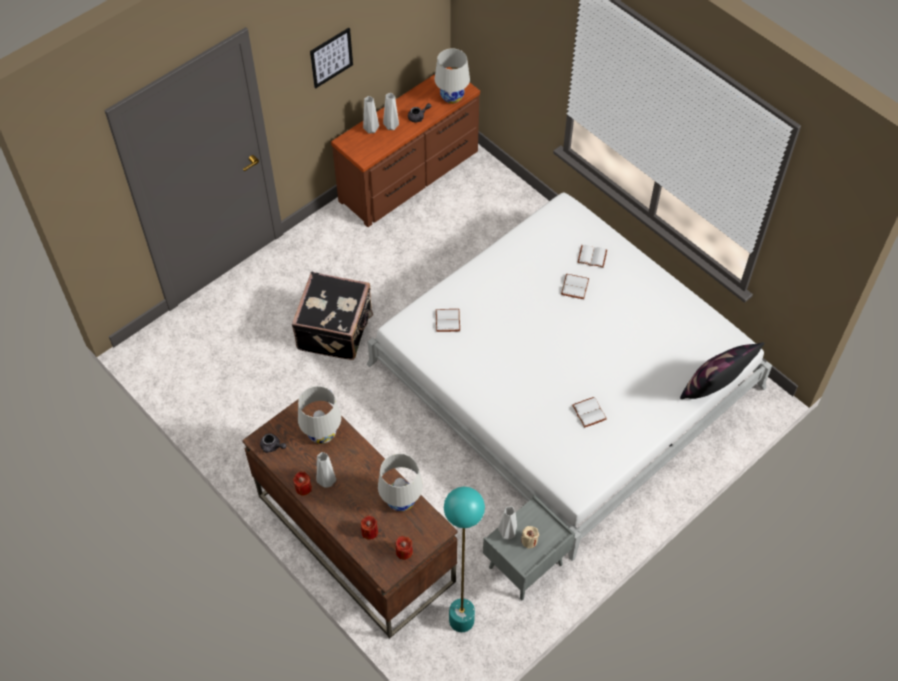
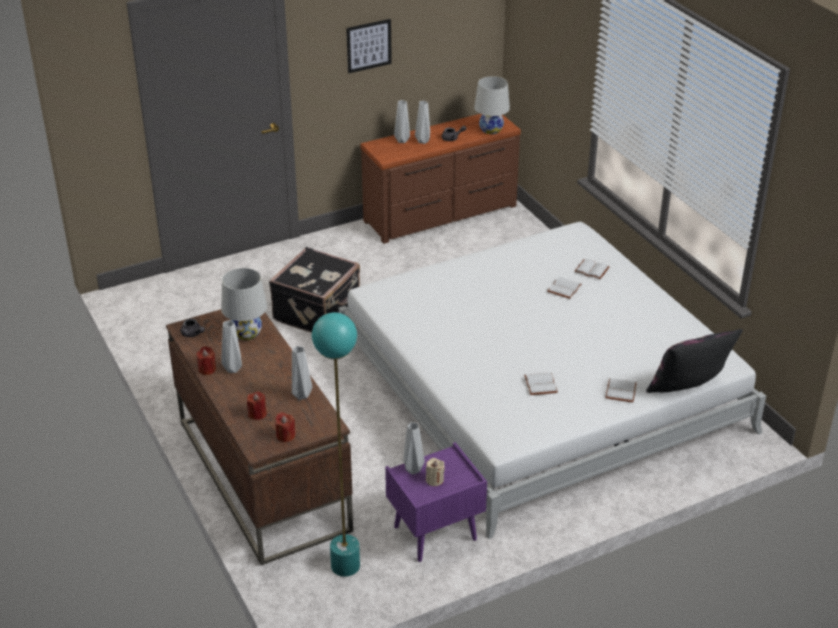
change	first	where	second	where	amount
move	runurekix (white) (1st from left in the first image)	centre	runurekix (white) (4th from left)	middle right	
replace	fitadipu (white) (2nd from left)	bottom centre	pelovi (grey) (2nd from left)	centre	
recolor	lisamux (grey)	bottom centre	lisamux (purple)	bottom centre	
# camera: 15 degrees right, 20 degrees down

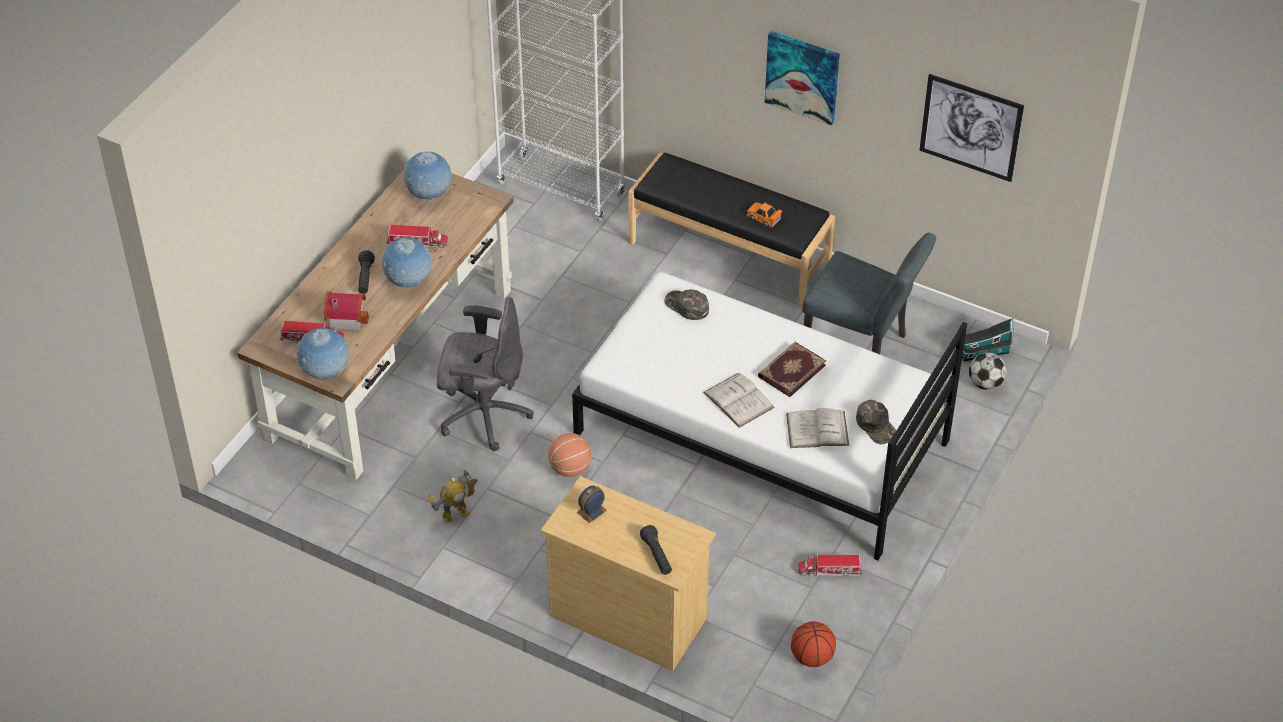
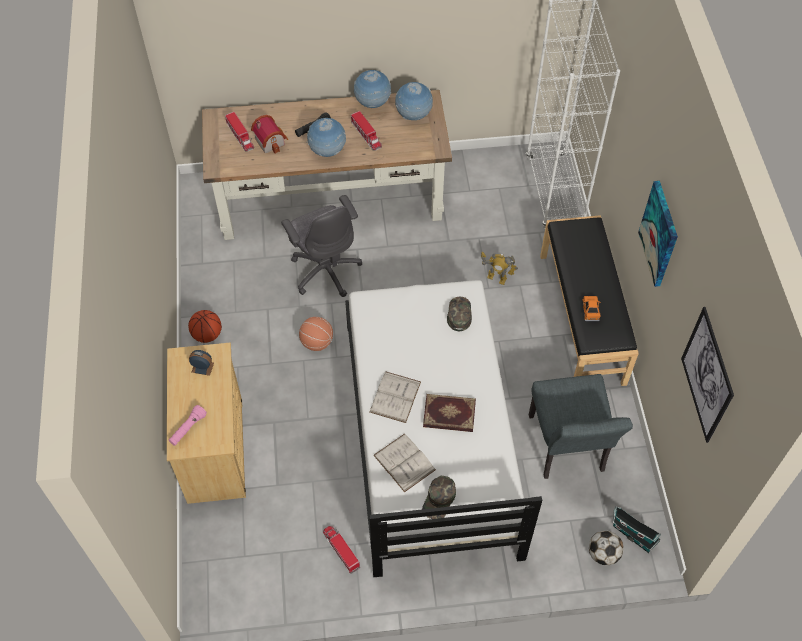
change	first	where	second	where	amount
move	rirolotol (1st from left in the first image)	middle left	rirolotol (2nd from left)	top centre	
move	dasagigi	bottom centre		centre	
move	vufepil (2nd from left in the first image)	bottom centre	vufepil (1st from left)	middle left	
recolor	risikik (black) (2nd from left)	bottom centre	risikik (pink)	middle left	
# camera: 55 degrees right, 10 degrees up

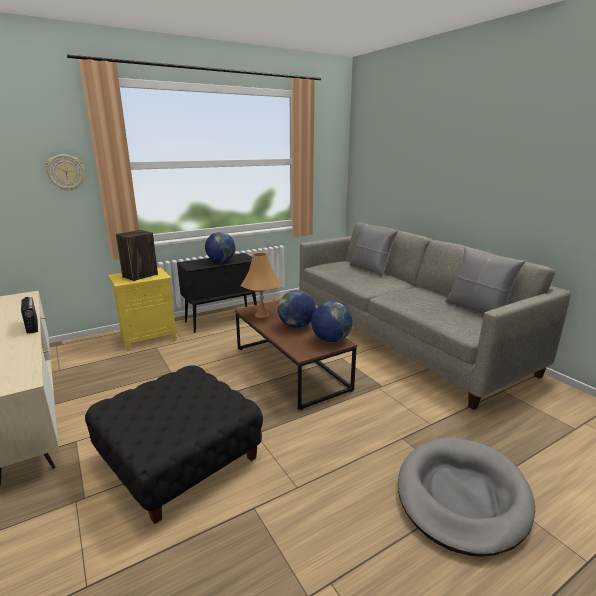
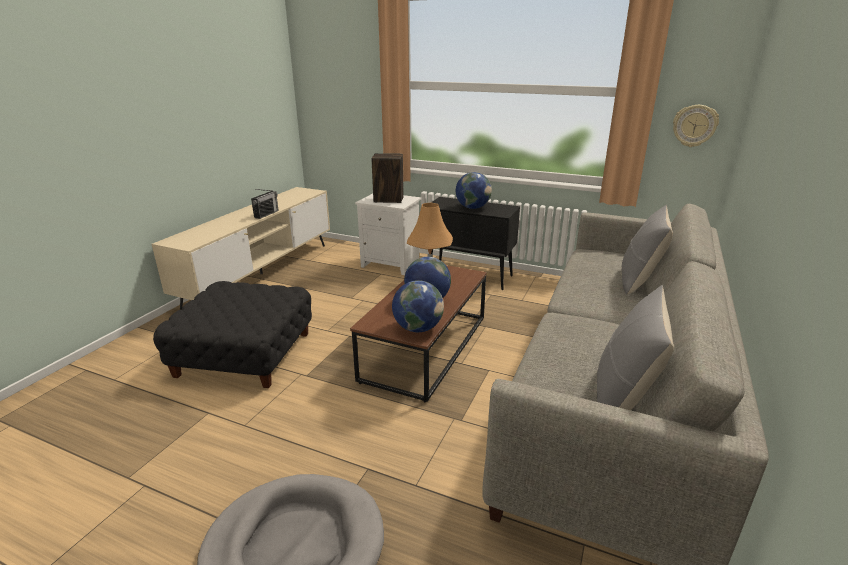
change	first	where	second	where	amount
move	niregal	top left		top right	
recolor	lisamux (yellow)	middle left	lisamux (white)	centre	
# camera: 55 degrees right, 5 degrees up

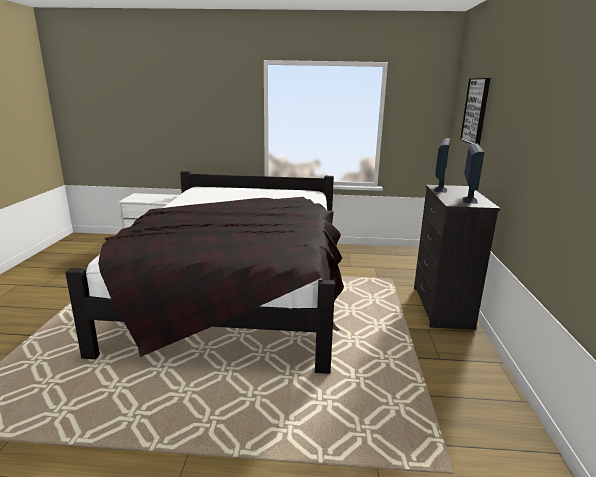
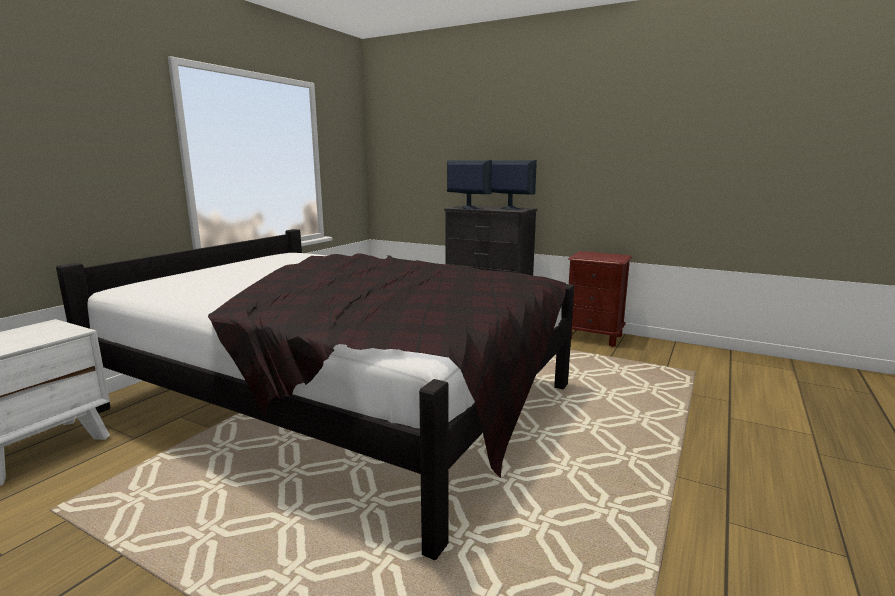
change	first	where	second	where	amount
delete	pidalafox	top right			
insert			lisamux (brown)	middle right	
# camera: 65 degrees left, 5 degrees down

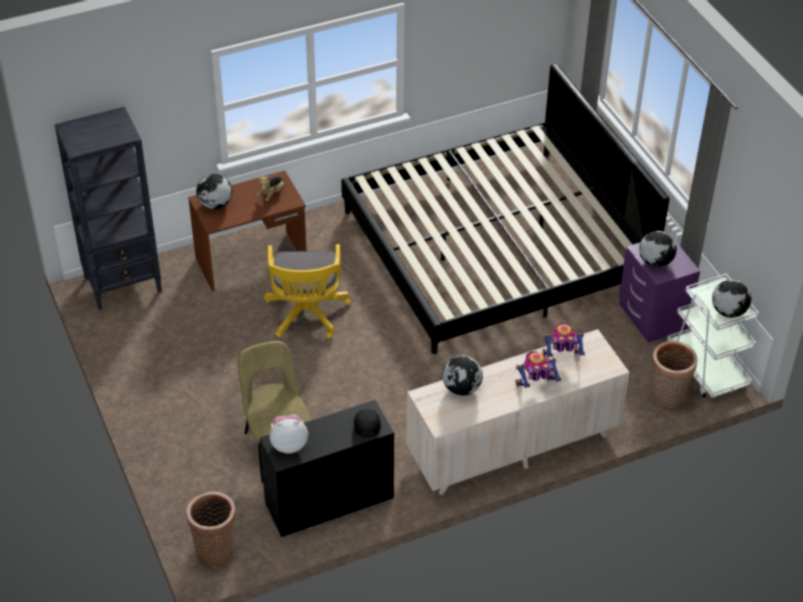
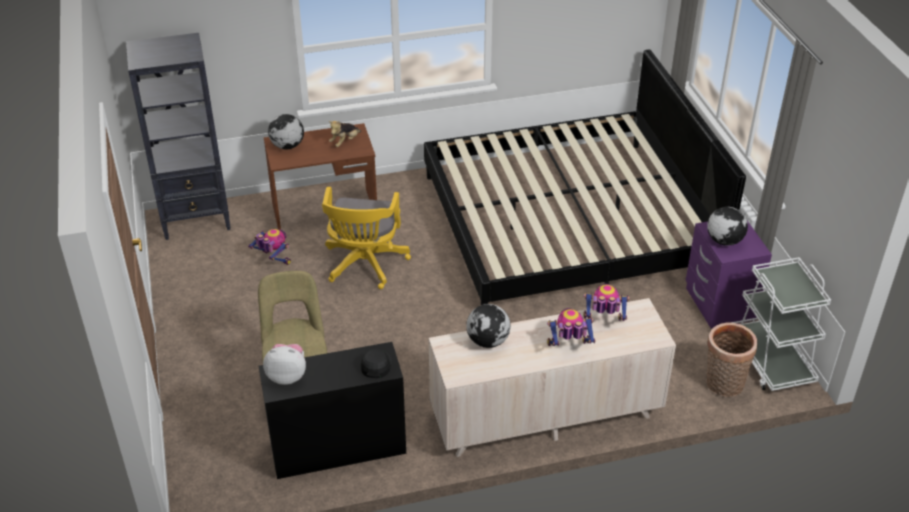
change	first	where	second	where	amount
delete	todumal (1st from left)	bottom left			
delete	rirolotol (4th from left)	middle right			
insert			dasagigi (1st from left)	middle left	
# camera: 10 degrees right, 5 degrees down

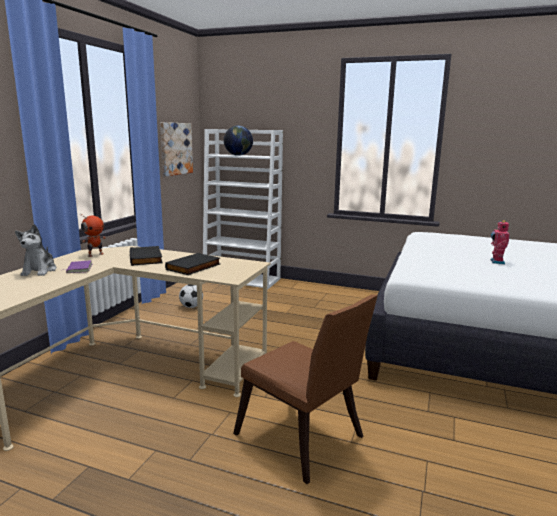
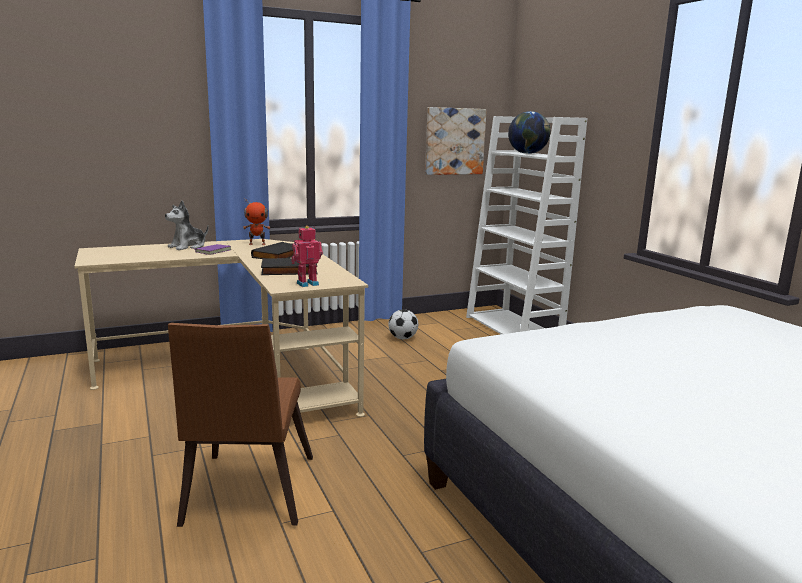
change	first	where	second	where	amount
move	dasagigi (2nd from left)	middle right		centre	
# camera: 45 degrees right, 0 degrees up

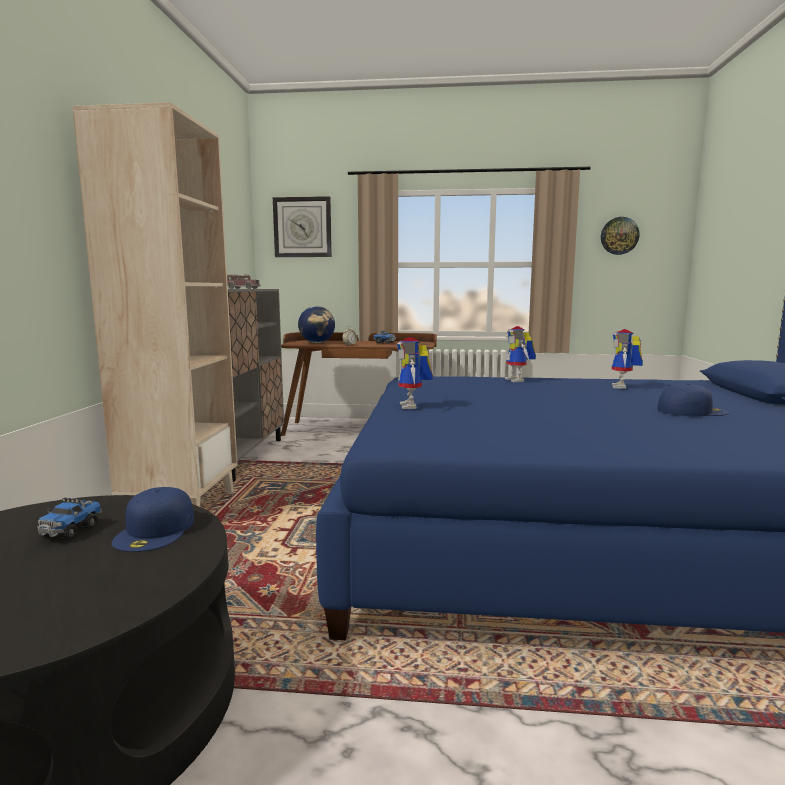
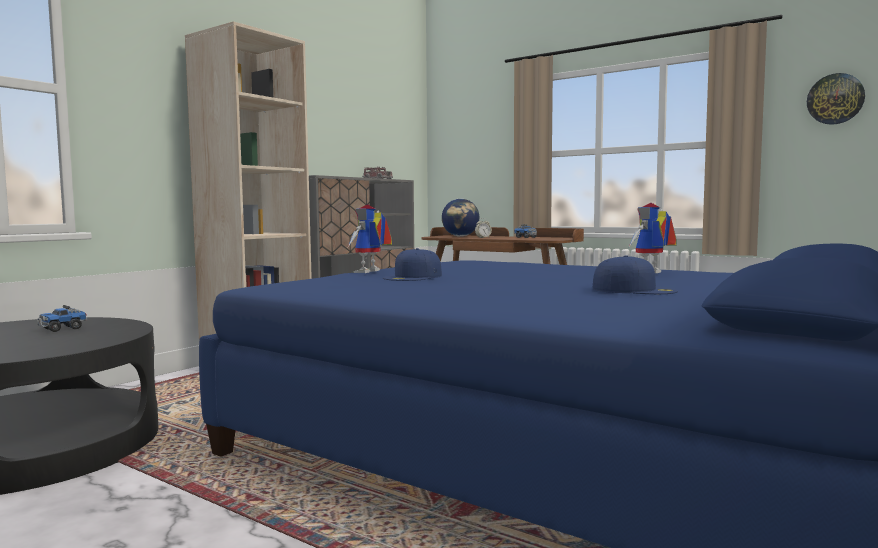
change	first	where	second	where	amount
delete	niregal (1st from left)	top centre			
delete	dasagigi (2nd from left)	centre			
move	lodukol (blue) (1st from left)	middle left		centre	
# camera: 30 degrees right, 5 degrees down

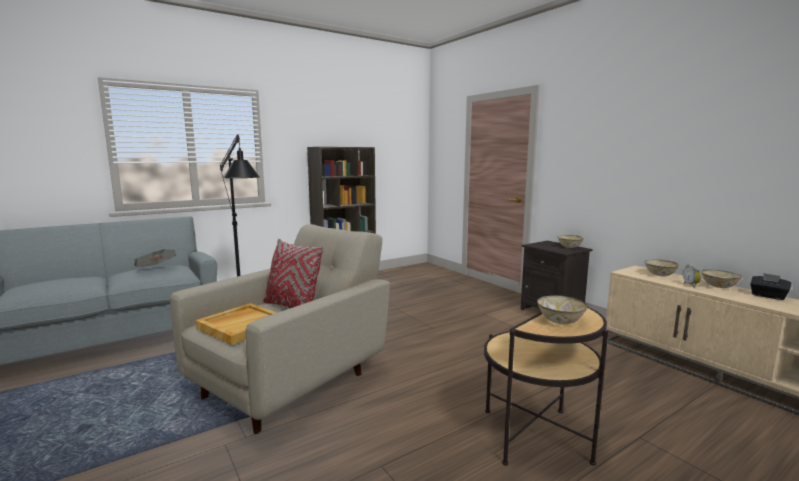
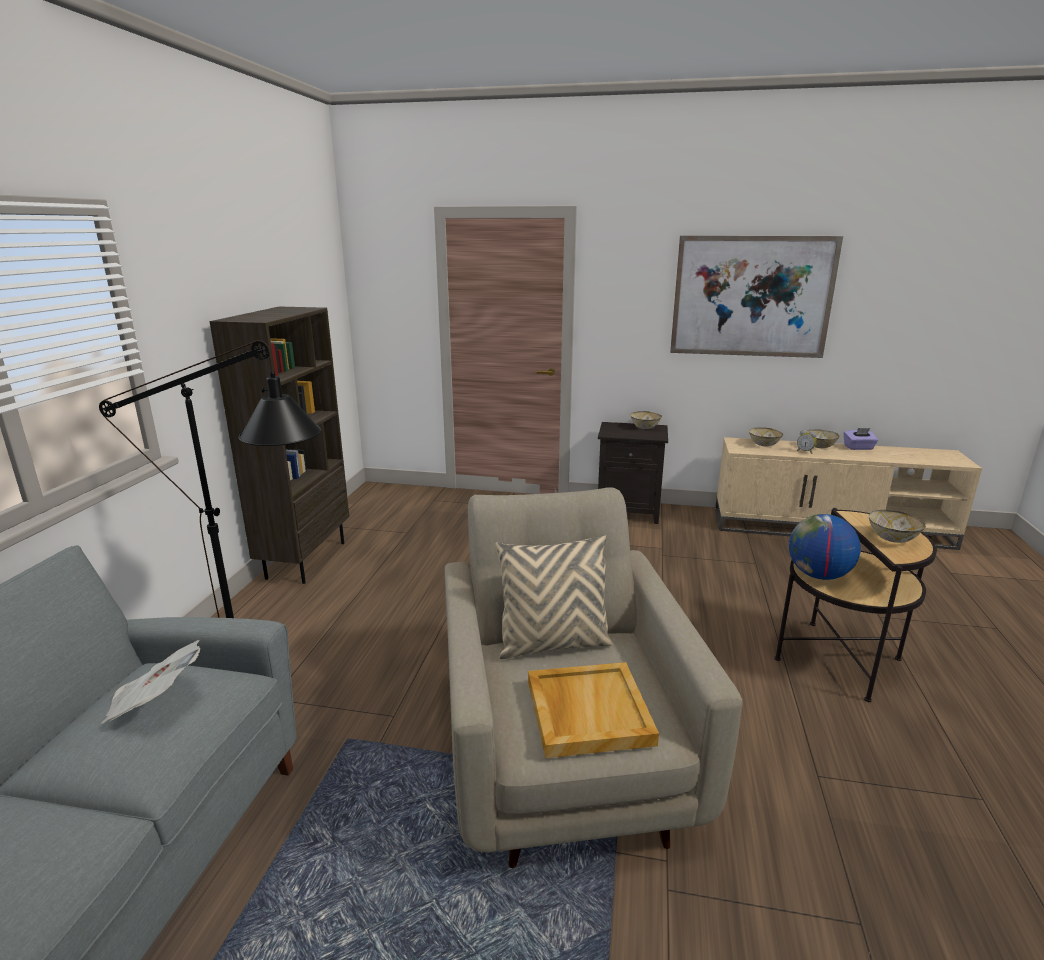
change	first	where	second	where	amount
insert			pidalafox	top right	
insert			rirolotol	middle right	
recolor	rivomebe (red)	centre	rivomebe (beige)	centre	
recolor	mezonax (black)	middle right	mezonax (purple)	middle right	
# camera: 45 degrees left, 10 degrees up

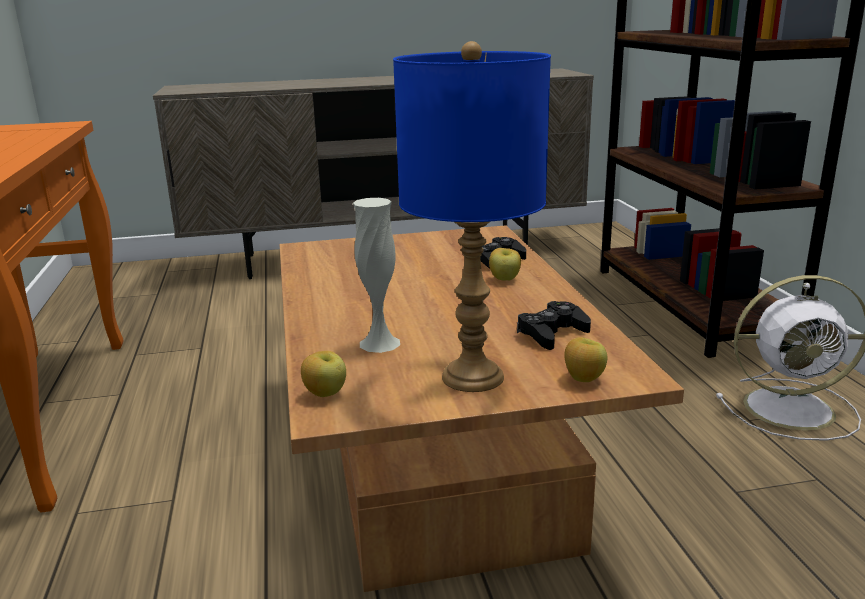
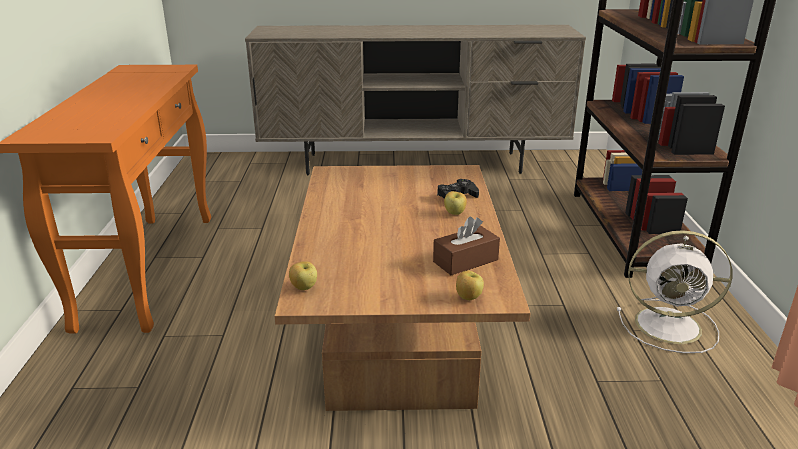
change	first	where	second	where	amount
delete	pelovi (white)	centre			
delete	fitadipu (blue)	centre			
replace	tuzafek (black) (2nd from left)	centre	mezonax (brown)	centre	
# camera: 10 degrees right, 5 degrees up

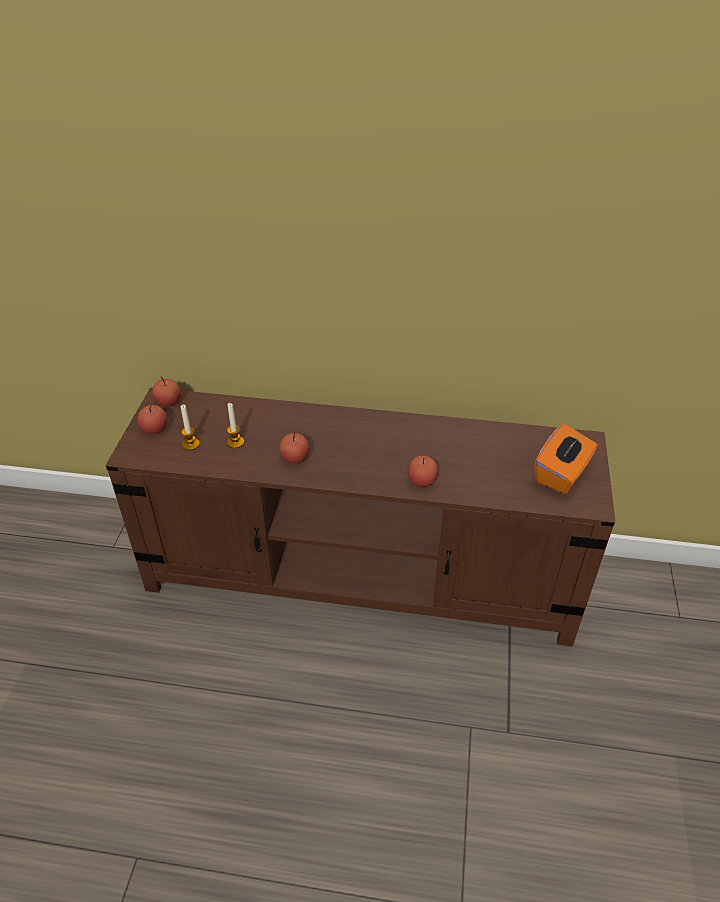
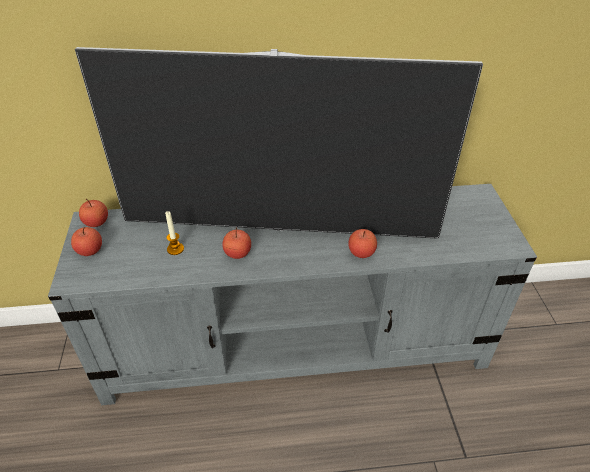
change	first	where	second	where	amount
delete	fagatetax (1st from left)	middle left			
delete	mezonax (orange)	middle right			
insert			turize	top centre	
recolor	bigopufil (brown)	centre	bigopufil (grey)	centre	
# camera: 15 degrees left, 0 degrees up

